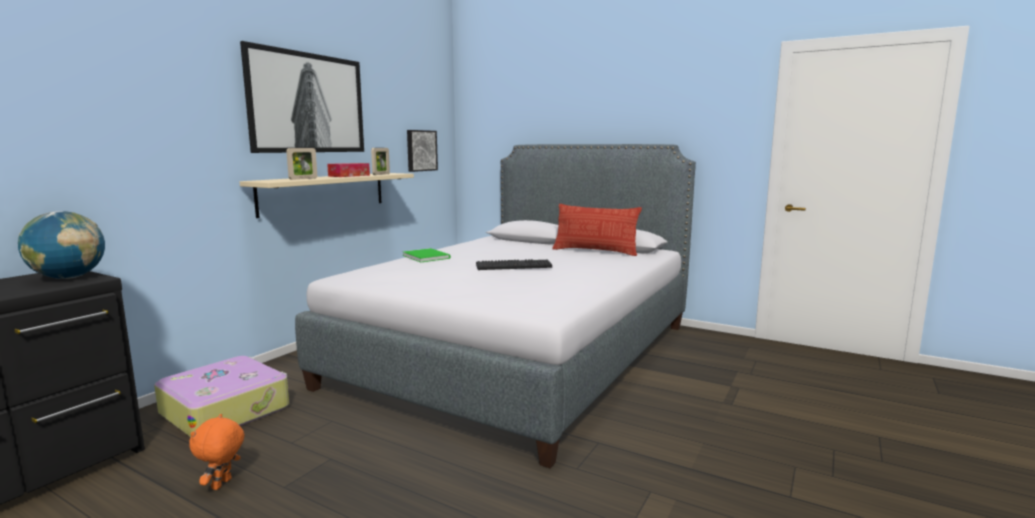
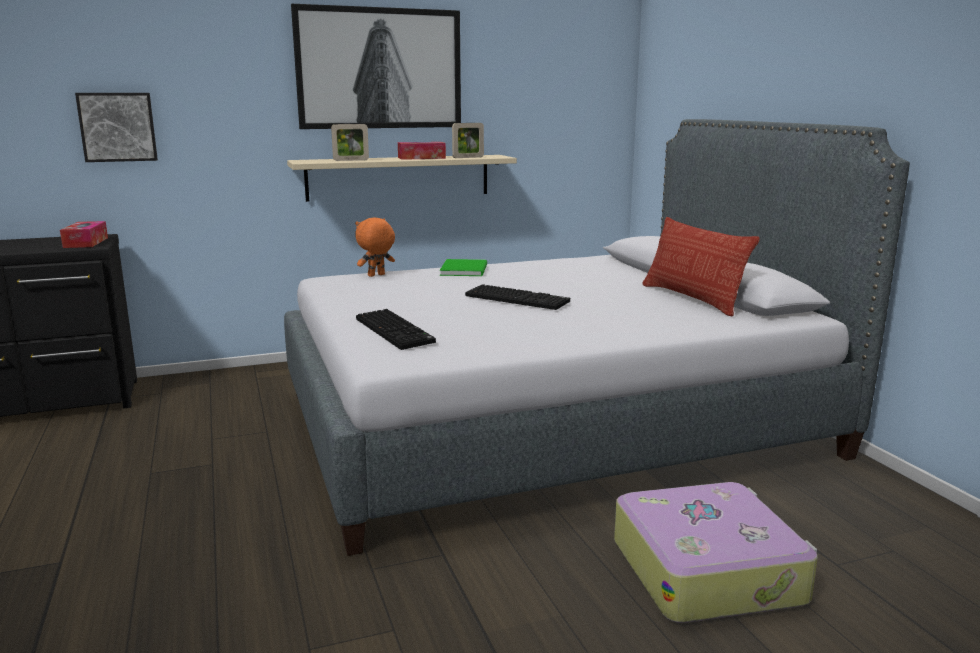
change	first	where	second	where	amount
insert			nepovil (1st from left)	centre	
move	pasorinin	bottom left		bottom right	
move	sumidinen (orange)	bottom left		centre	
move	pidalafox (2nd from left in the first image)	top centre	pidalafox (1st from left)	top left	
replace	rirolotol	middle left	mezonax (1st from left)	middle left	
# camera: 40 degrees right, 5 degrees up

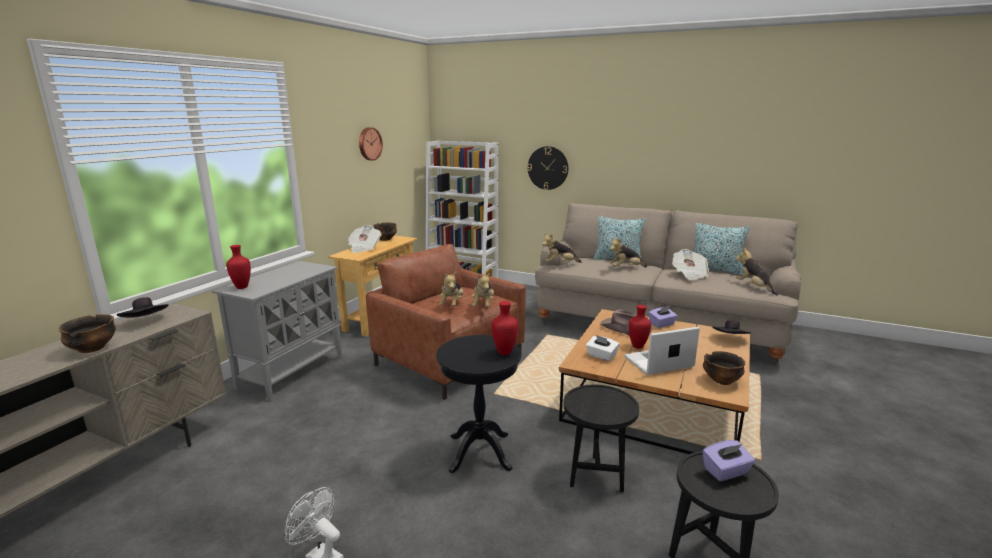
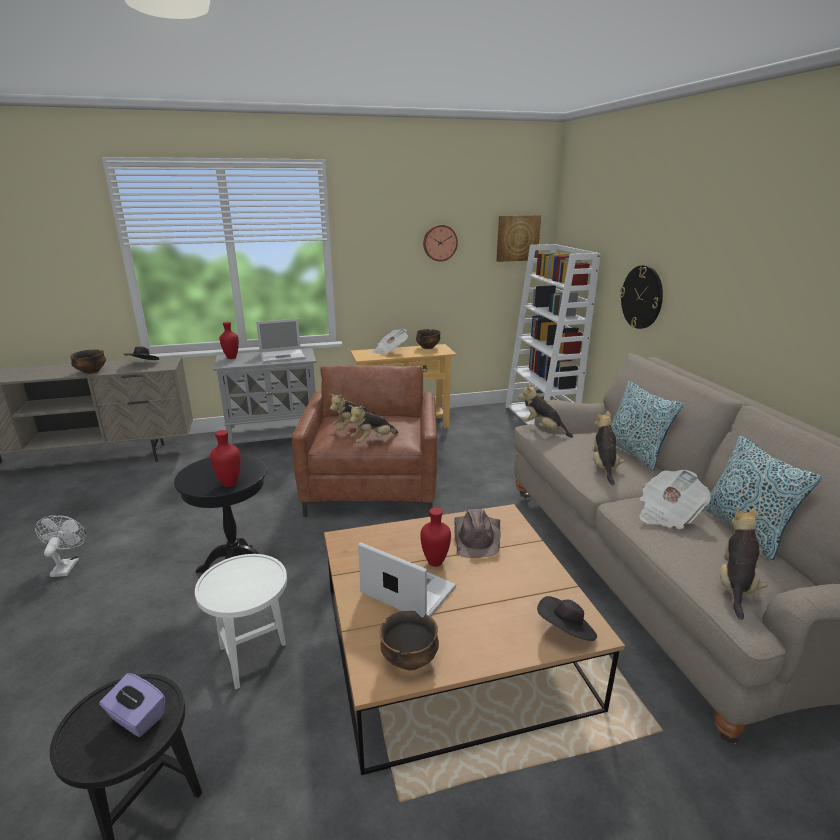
change	first	where	second	where	amount
delete	mezonax (white)	centre			
delete	mezonax (purple) (1st from left)	middle right			
insert			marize (1st from left)	centre	
insert			pidalafox	top centre	
recolor	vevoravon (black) (2nd from left)	bottom centre	vevoravon (white)	bottom left	
rotate	sumidinen (4th from left)	centre		middle right	60 degrees clockwise
# camera: 50 degrees right, 5 degrees up

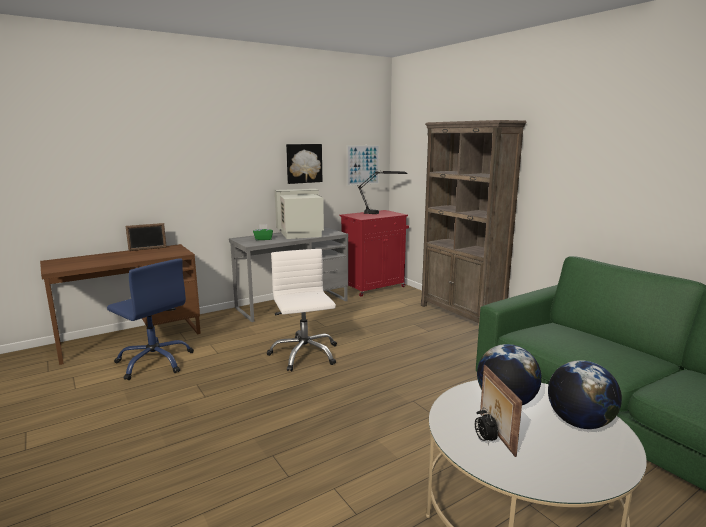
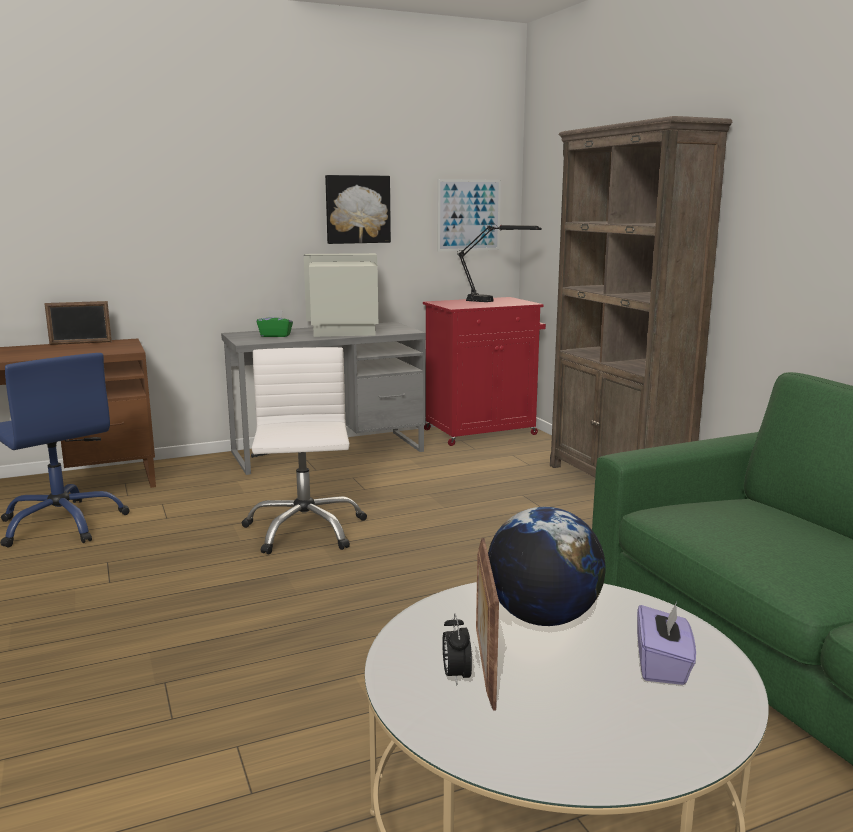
change	first	where	second	where	amount
replace	rirolotol (2nd from left)	bottom right	mezonax (purple)	bottom right	
# camera: 10 degrees right, 0 degrees up

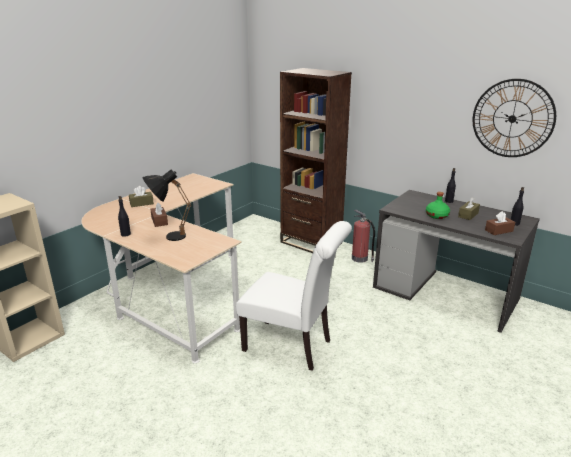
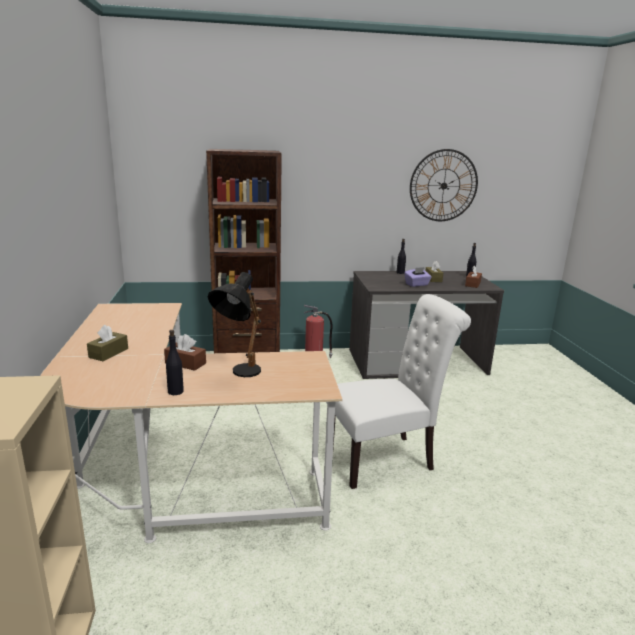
change	first	where	second	where	amount
replace	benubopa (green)	middle right	mezonax (purple)	centre	
# camera: 45 degrees left, 5 degrees down

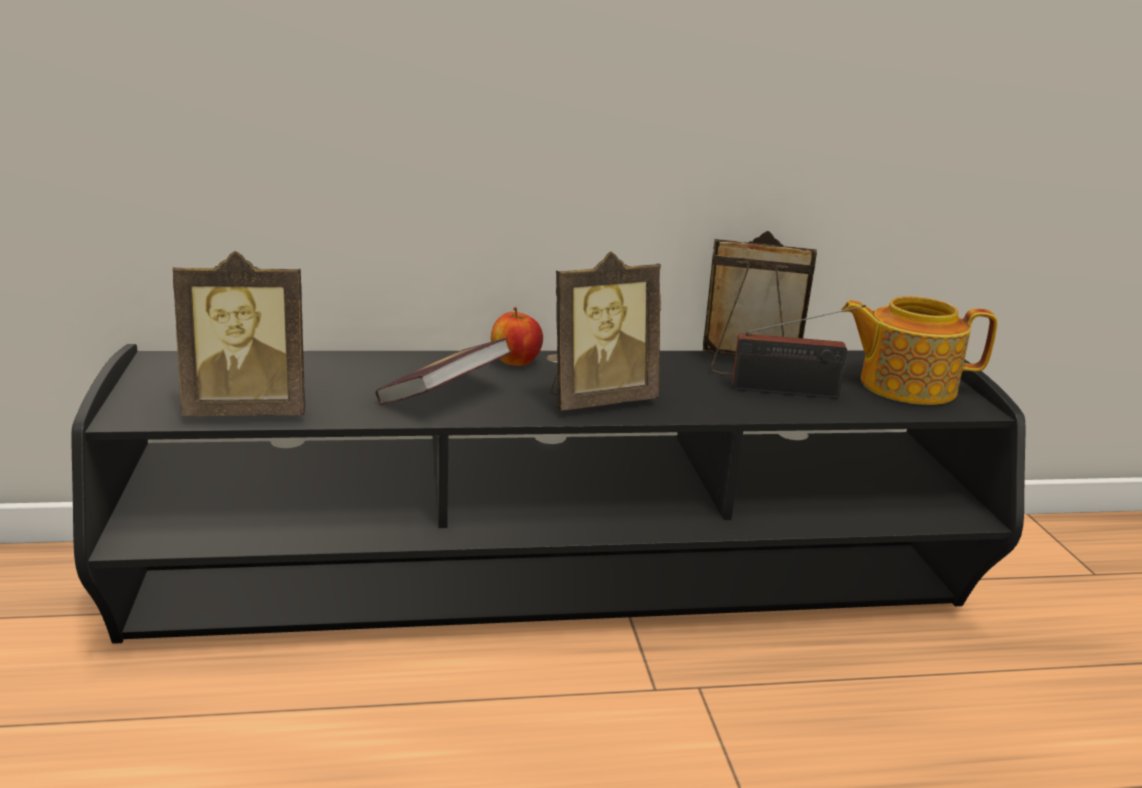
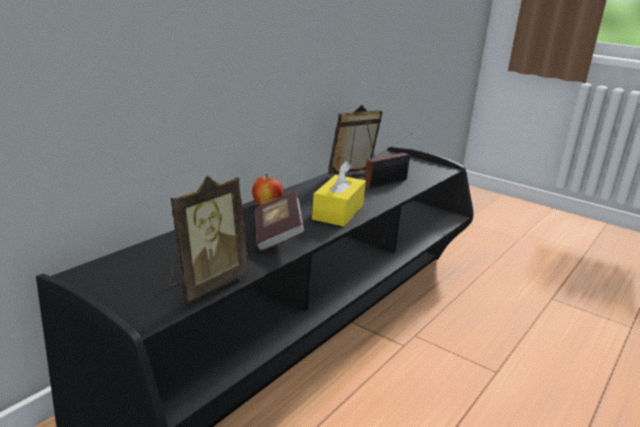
change	first	where	second	where	amount
delete	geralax	middle right			
replace	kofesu (2nd from left)	centre	mezonax (yellow)	centre	
# camera: 45 degrees left, 0 degrees up

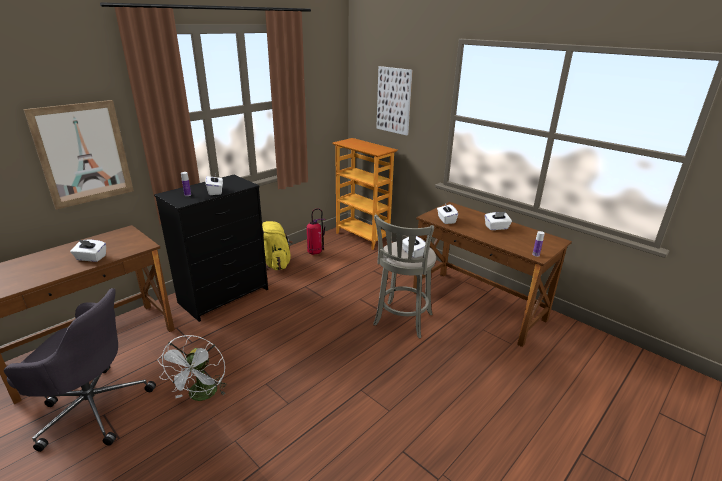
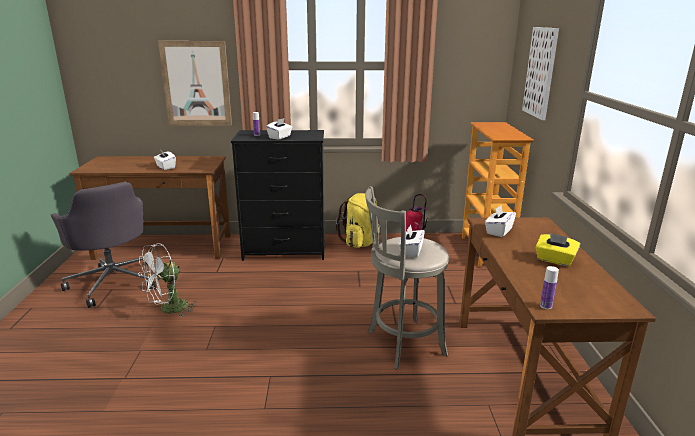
change	first	where	second	where	amount
recolor	mezonax (white) (5th from left)	middle right	mezonax (yellow)	middle right	
# camera: 45 degrees right, 5 degrees down

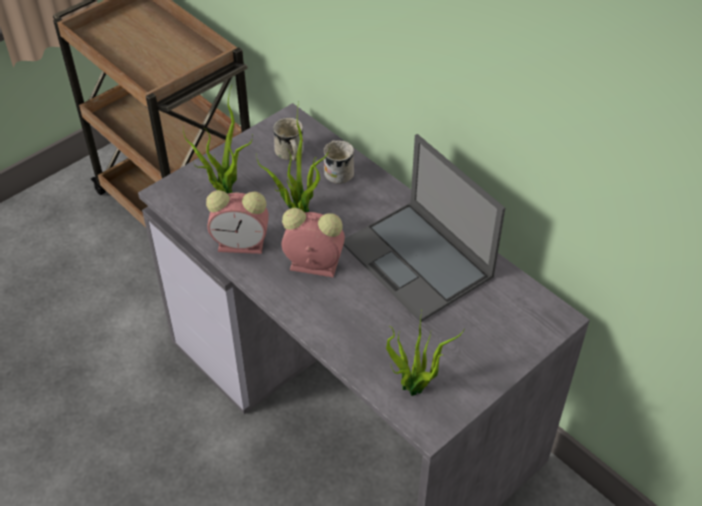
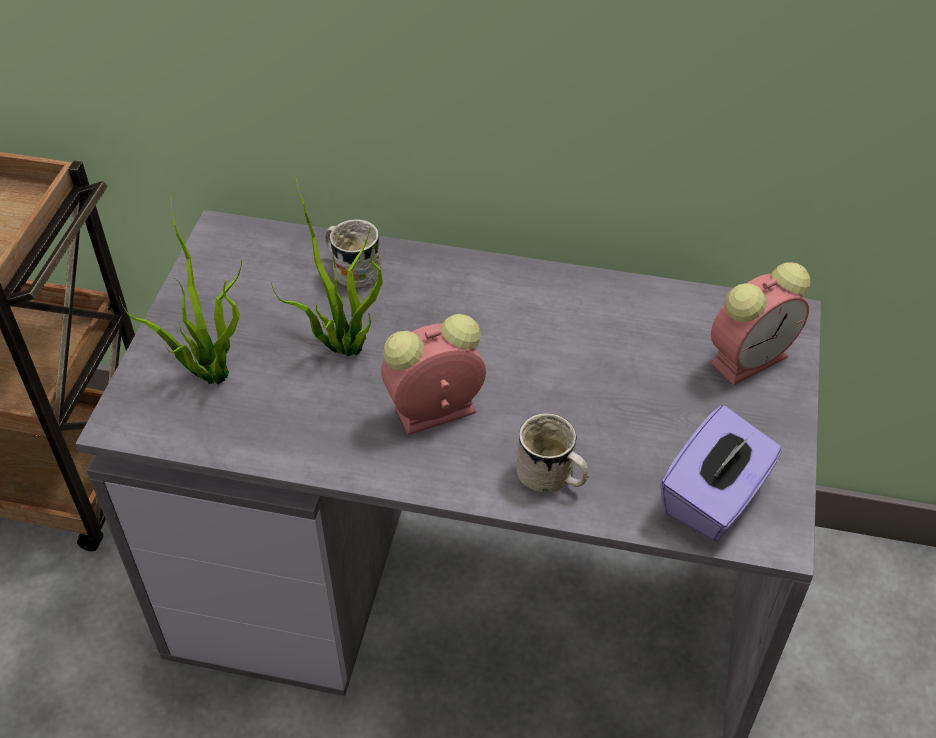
change	first	where	second	where	amount
delete	marize	centre			
move	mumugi (1st from left in the first image)	centre	mumugi (2nd from left)	middle right	
move	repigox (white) (1st from left in the first image)	top centre	repigox (white) (2nd from left)	centre	
replace	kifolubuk (3rd from left)	bottom centre	mezonax (purple)	middle right	
# camera: 35 degrees left, 0 degrees up

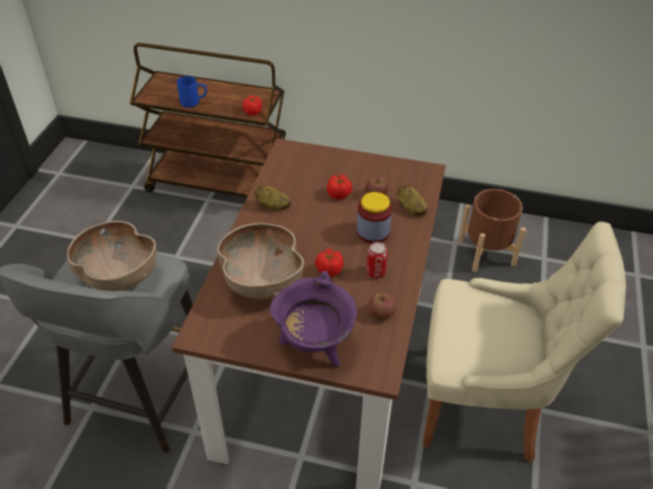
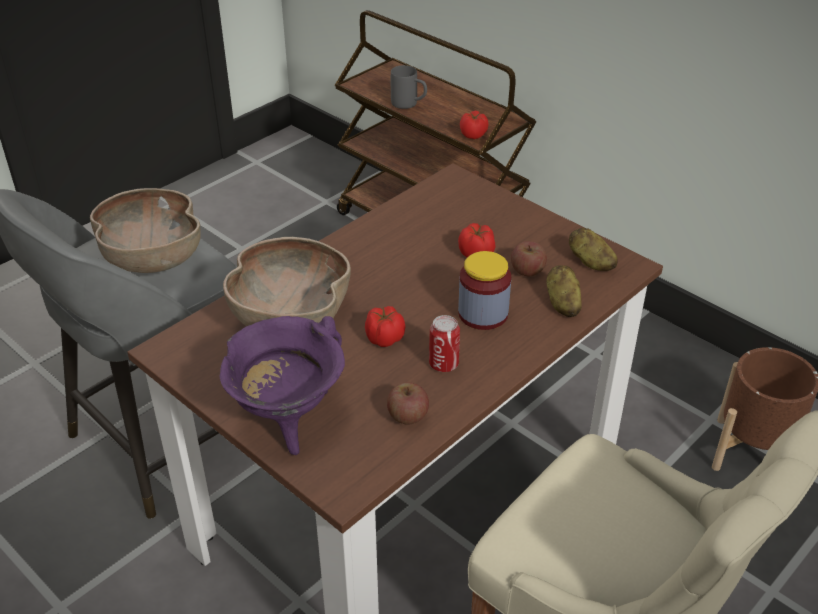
change	first	where	second	where	amount
move	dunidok (1st from left in the first image)	centre	dunidok (2nd from left)	middle right	
recolor	repigox (blue)	top left	repigox (grey)	top centre	
# camera: 30 degrees right, 5 degrees down

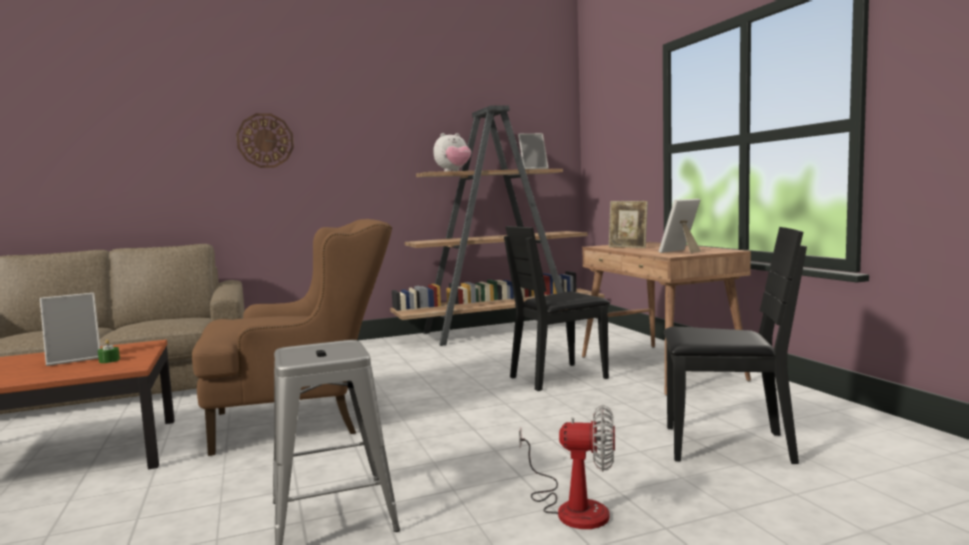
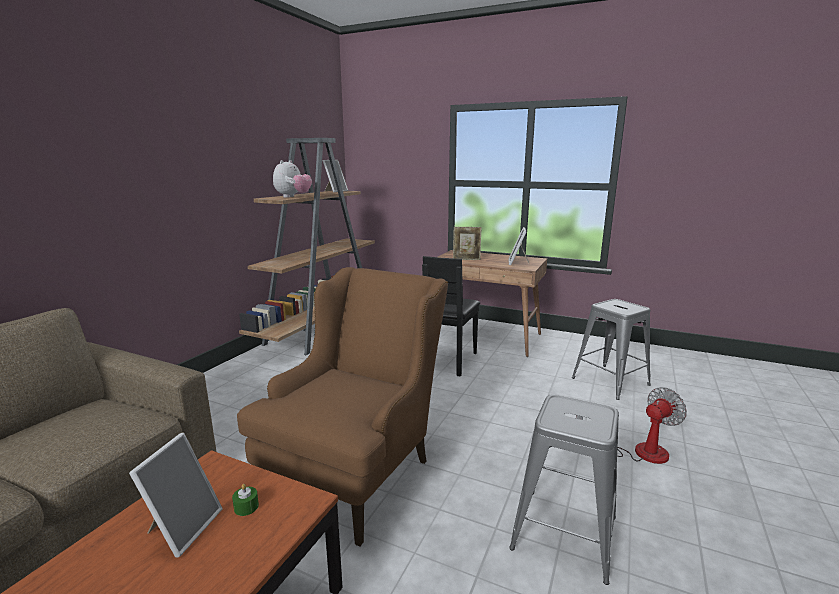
change	first	where	second	where	amount
delete	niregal	top left			
replace	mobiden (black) (2nd from left)	middle right	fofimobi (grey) (2nd from left)	middle right	
# camera: 45 degrees left, 10 degrees up

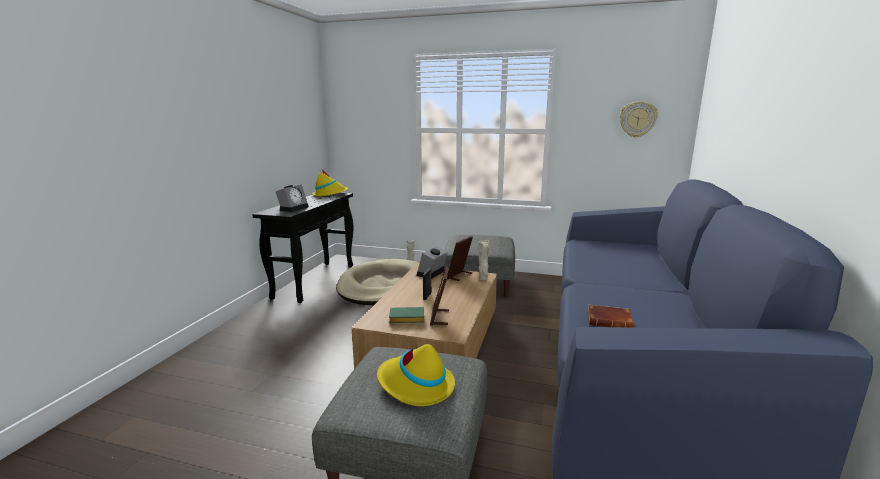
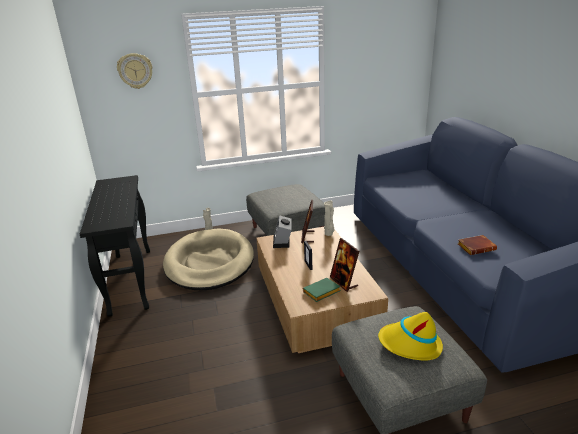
change	first	where	second	where	amount
delete	mumugi (1st from left)	middle left			
delete	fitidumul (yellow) (1st from left)	centre			
move	niregal	top right		top left	
# camera: 30 degrees left, 10 degrees up

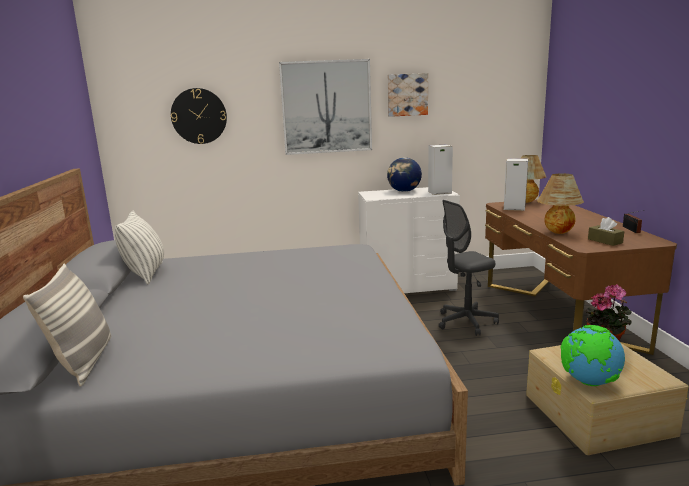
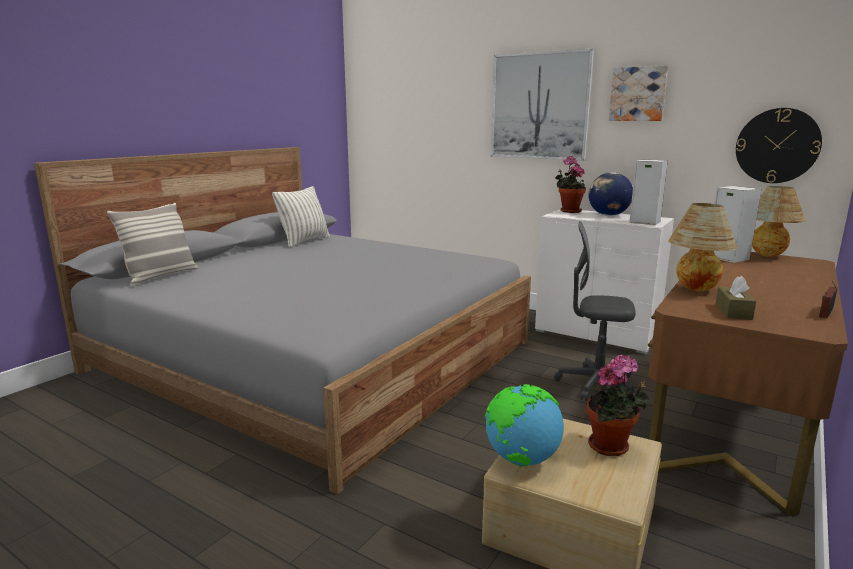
change	first	where	second	where	amount
insert			kifolubuk (1st from left)	top right	
move	niregal	top left		top right	
# camera: 40 degrees right, 0 degrees up

